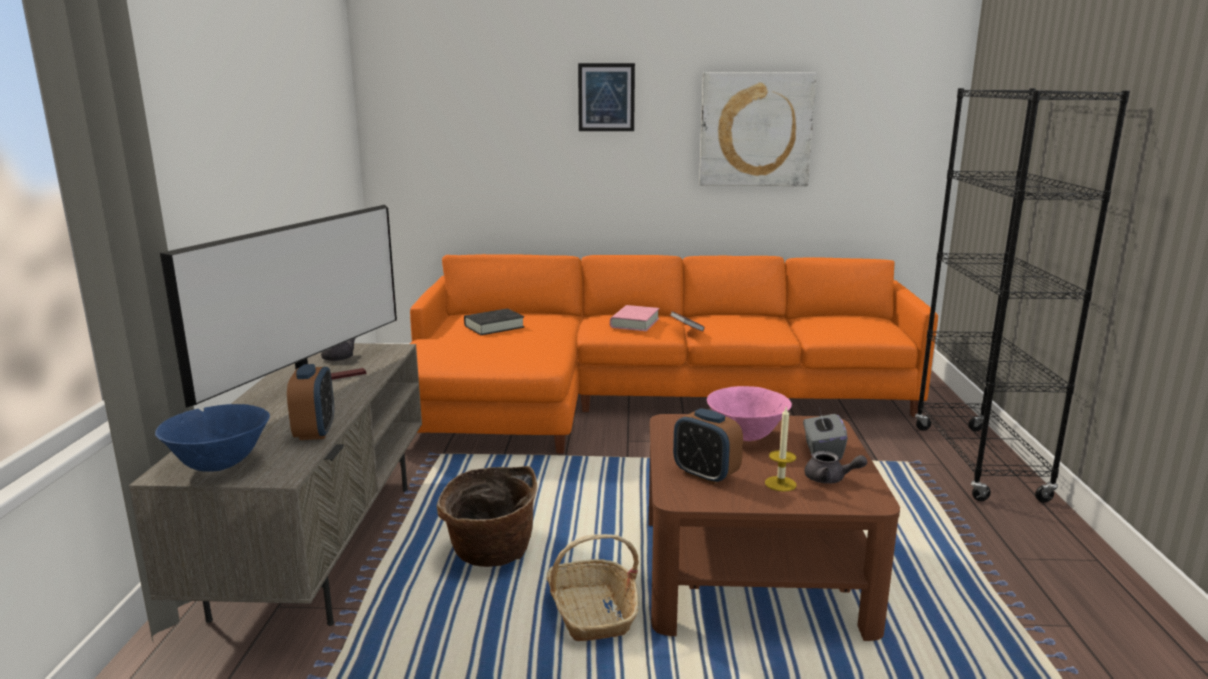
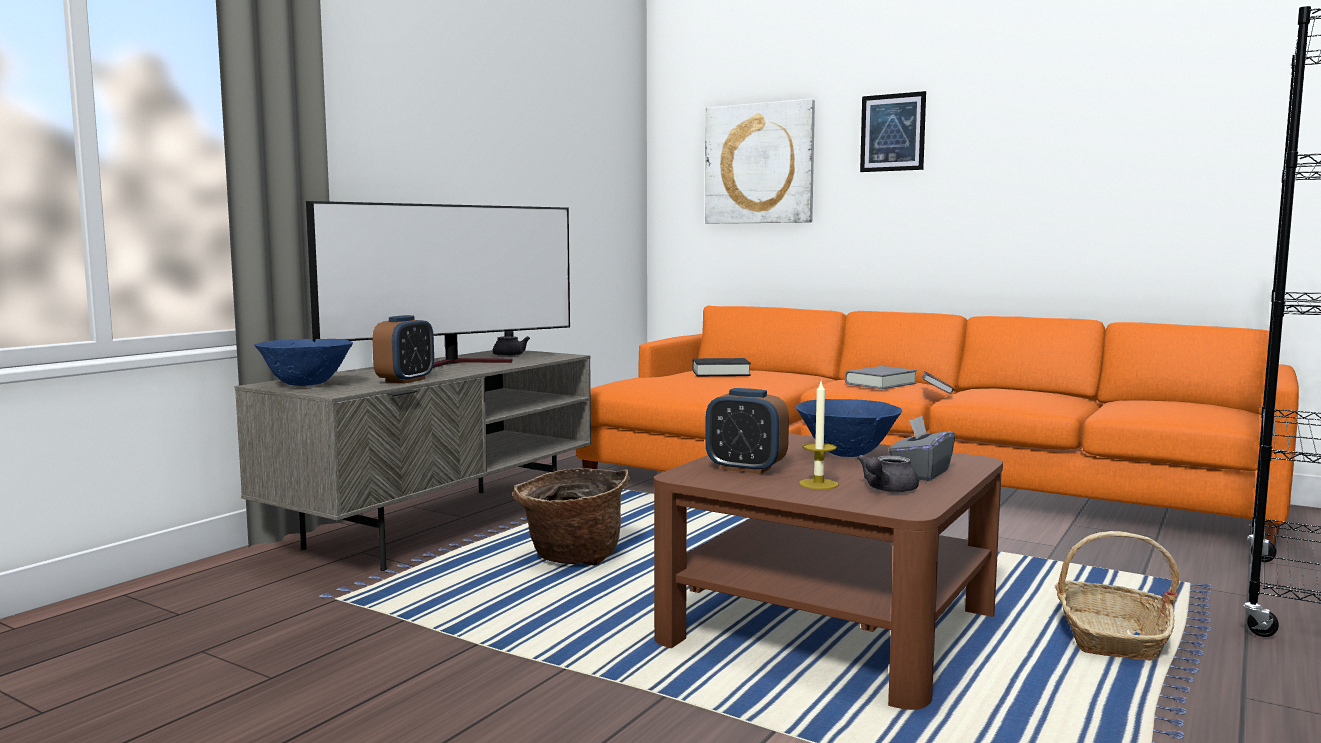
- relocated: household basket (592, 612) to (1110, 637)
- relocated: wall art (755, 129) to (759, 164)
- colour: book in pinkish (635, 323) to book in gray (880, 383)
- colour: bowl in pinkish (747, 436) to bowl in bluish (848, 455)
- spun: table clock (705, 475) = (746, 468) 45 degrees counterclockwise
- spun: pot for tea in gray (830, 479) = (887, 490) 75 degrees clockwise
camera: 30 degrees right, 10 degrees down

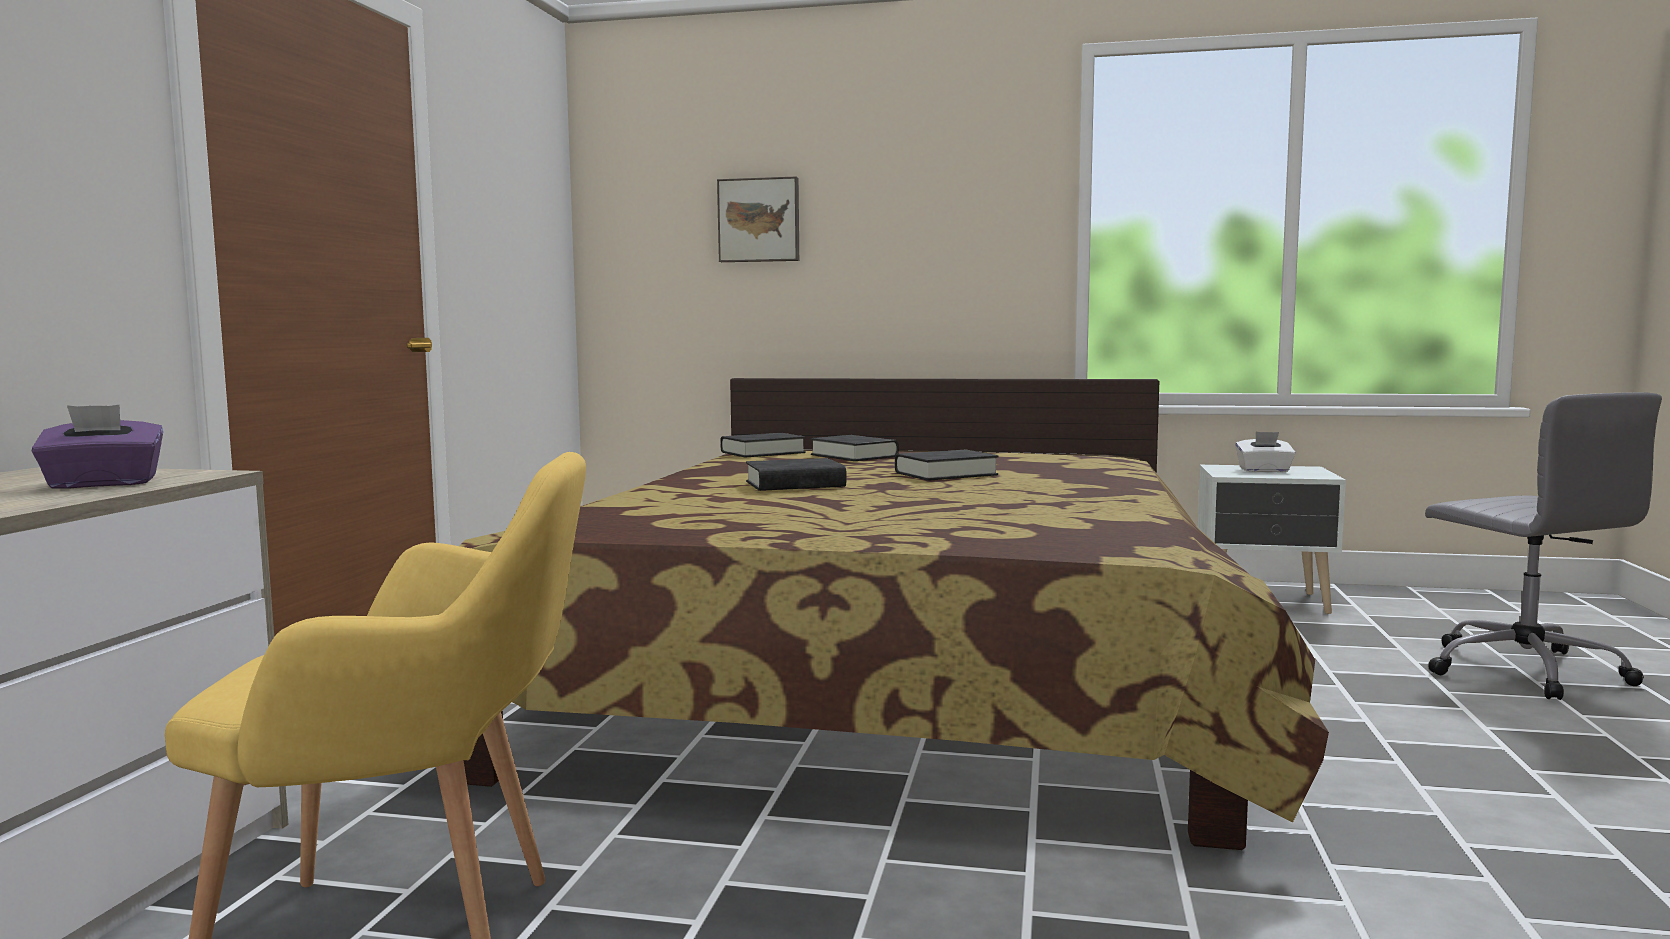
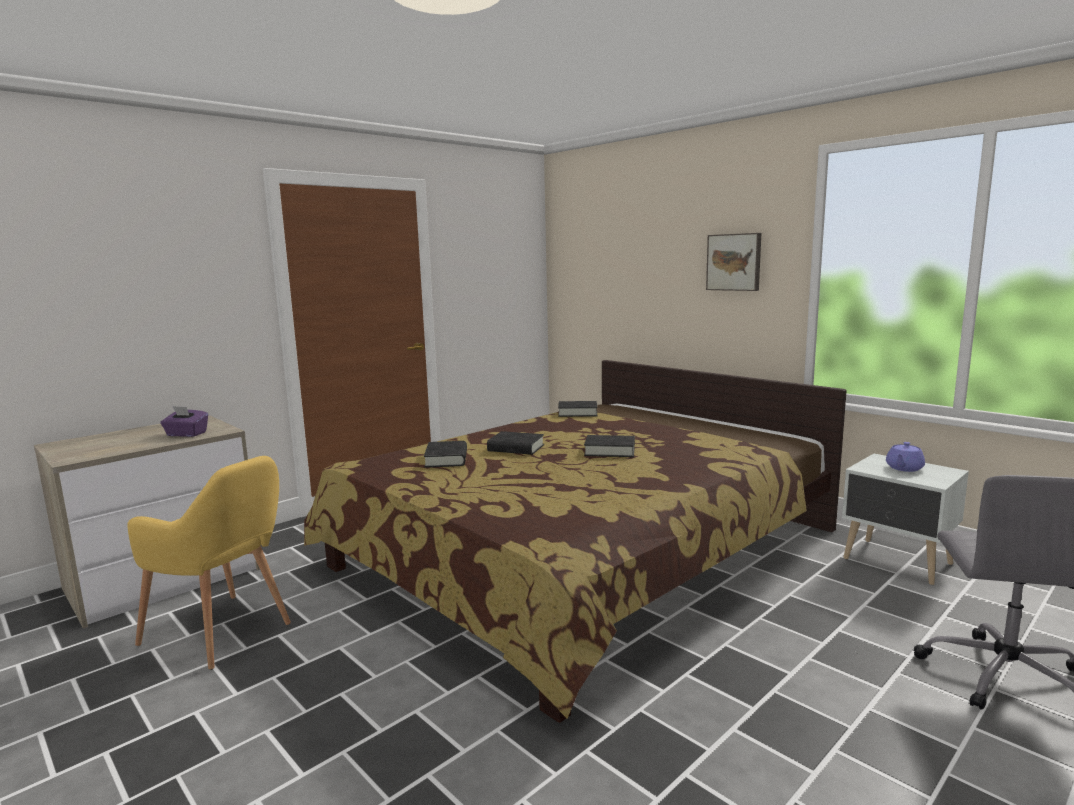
- relocated: wall art (759, 220) to (734, 262)
- relocated: book in black-coloured (854, 456) to (446, 459)
- exchanged: box of tissues in whitish (1264, 470) to pot for tea in purplish (904, 468)
camera: 35 degrees right, 5 degrees up

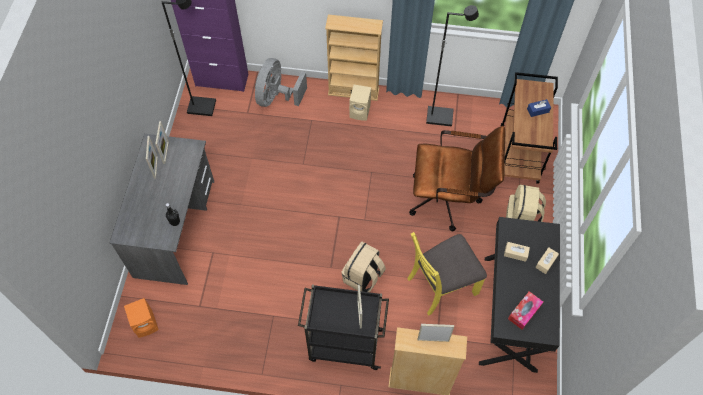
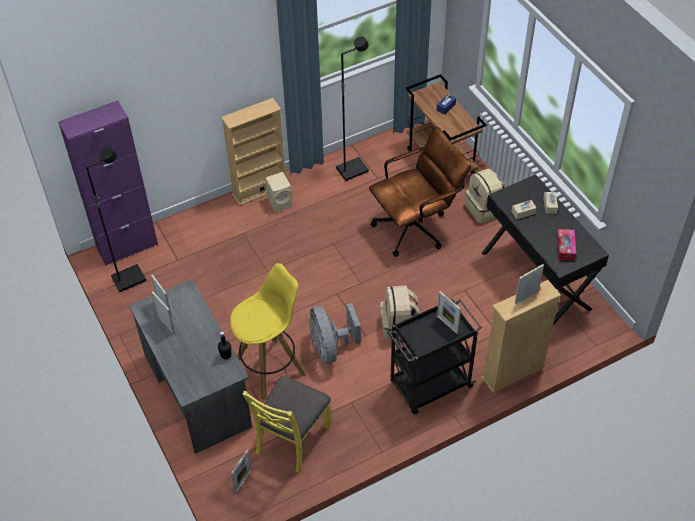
- appeared: stool in yellow-coloured (270, 367)
- relocated: cooling fan in gray (277, 97) to (330, 347)
- relocated: plain chair in yellow-coloured (441, 285) to (292, 438)
- exchanged: loudspeaker in orangey (146, 324) to photo frame (243, 481)
camera: 35 degrees left, 10 degrees down

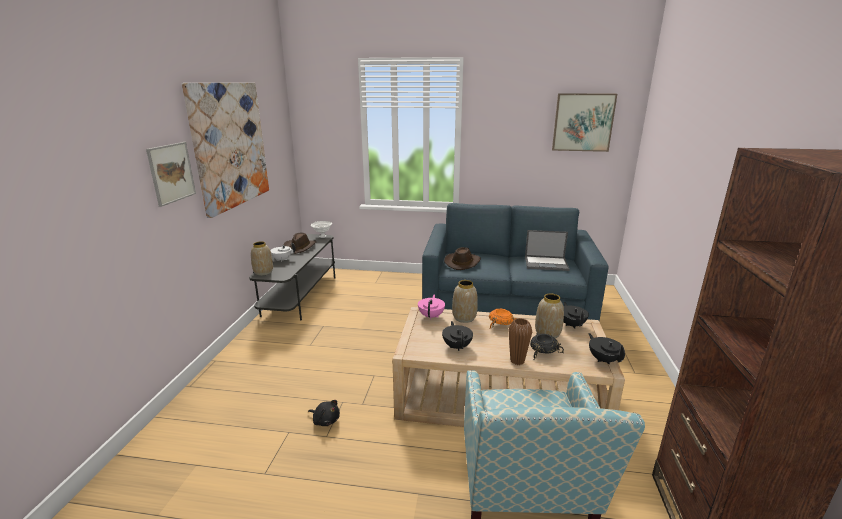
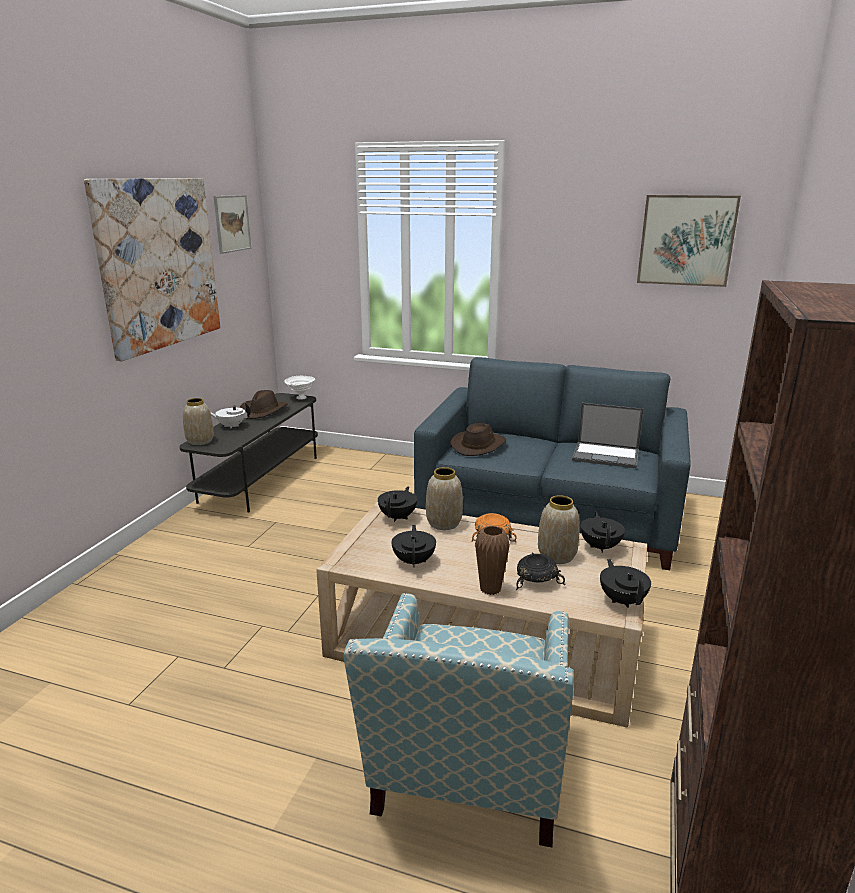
- missing: cuddly toy in black-coloured (325, 420)
- relocated: wall art (171, 173) to (232, 223)
- colour: pot for tea in pinkish (431, 316) to pot for tea in black-coloured (398, 517)
camera: 10 degrees right, 0 degrees up

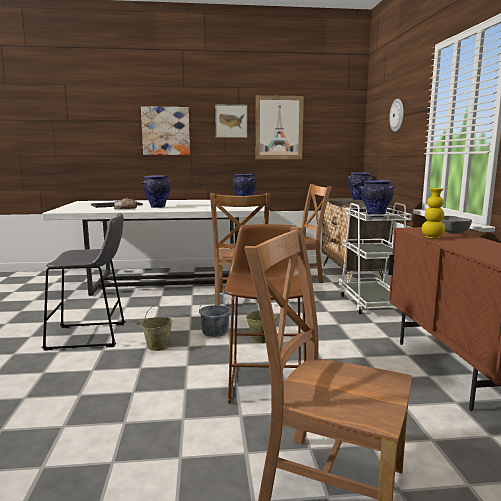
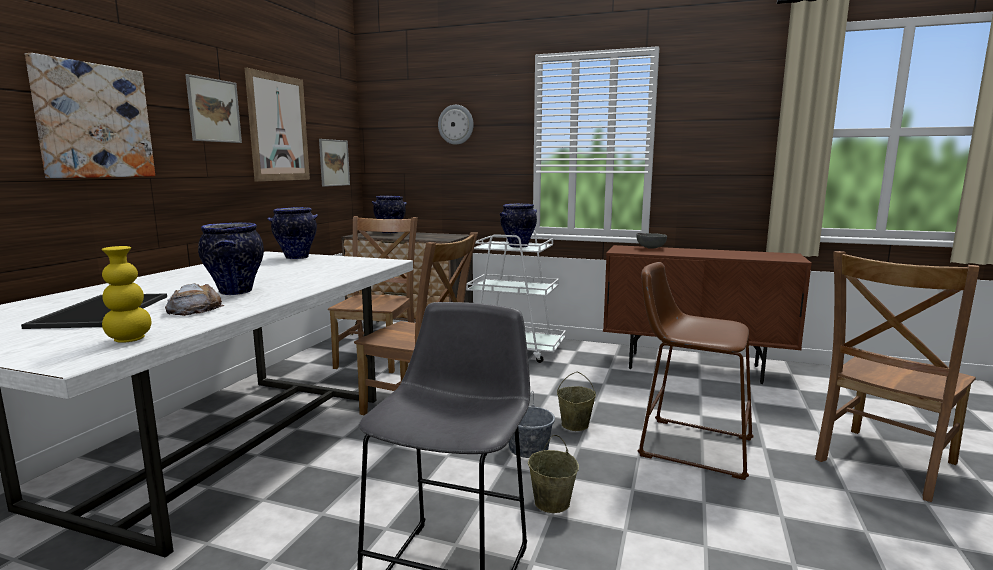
- appeared: wall art (334, 162)
- relocated: decorative vase in yellow-coloured (432, 237) to (129, 339)
camera: 65 degrees left, 0 degrees up

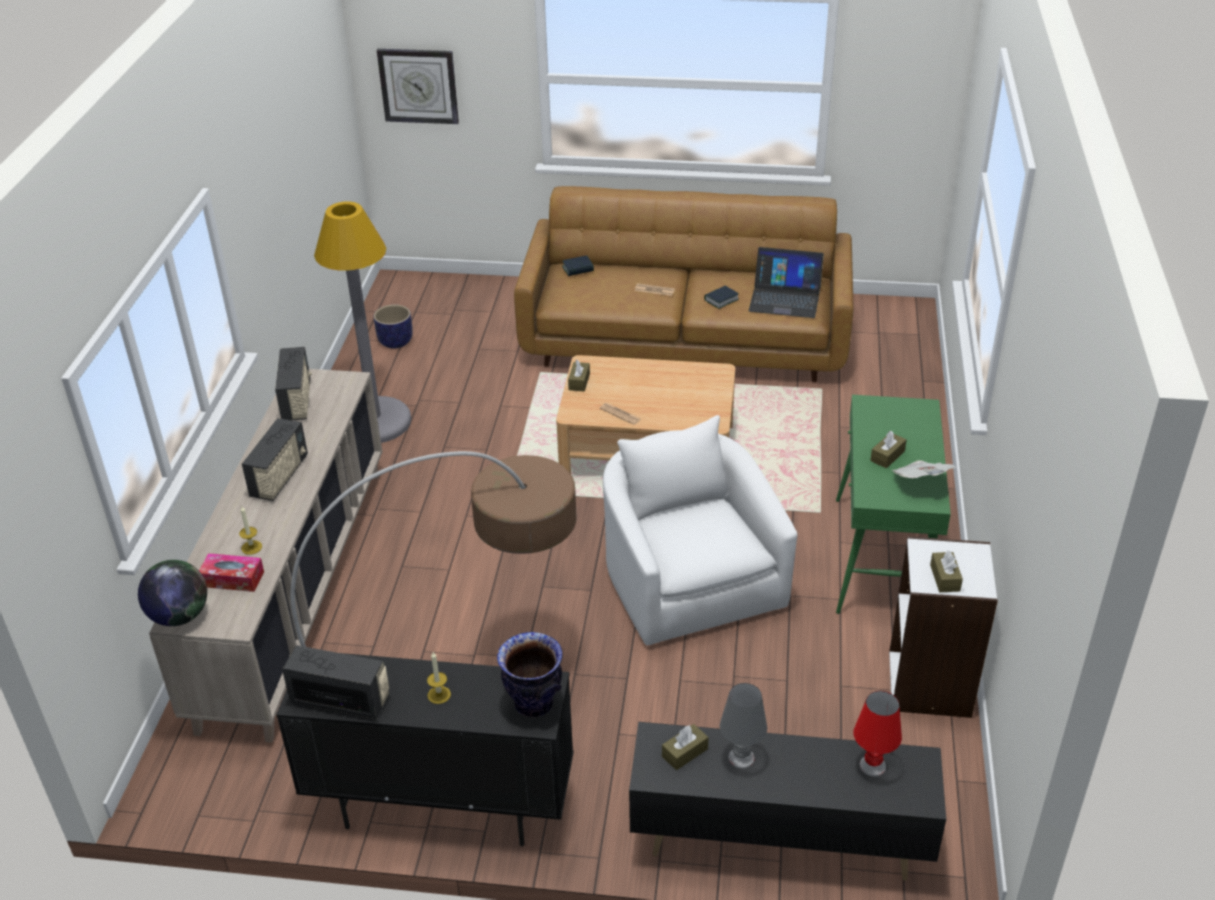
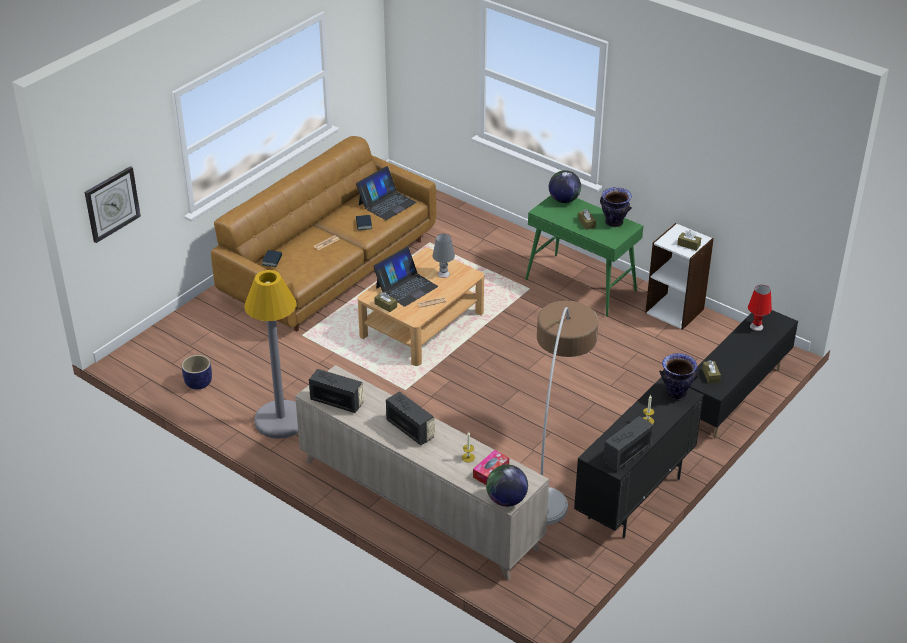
- missing: easy chair in whitish (689, 580)
- appeared: laptop (406, 287)
- appeared: world globe (564, 200)
- relocated: lamp for a table in gray (741, 758) to (443, 274)
- exchanged: newspaper (921, 481) to decorative vase (614, 223)
camera: 60 degrees left, 0 degrees up

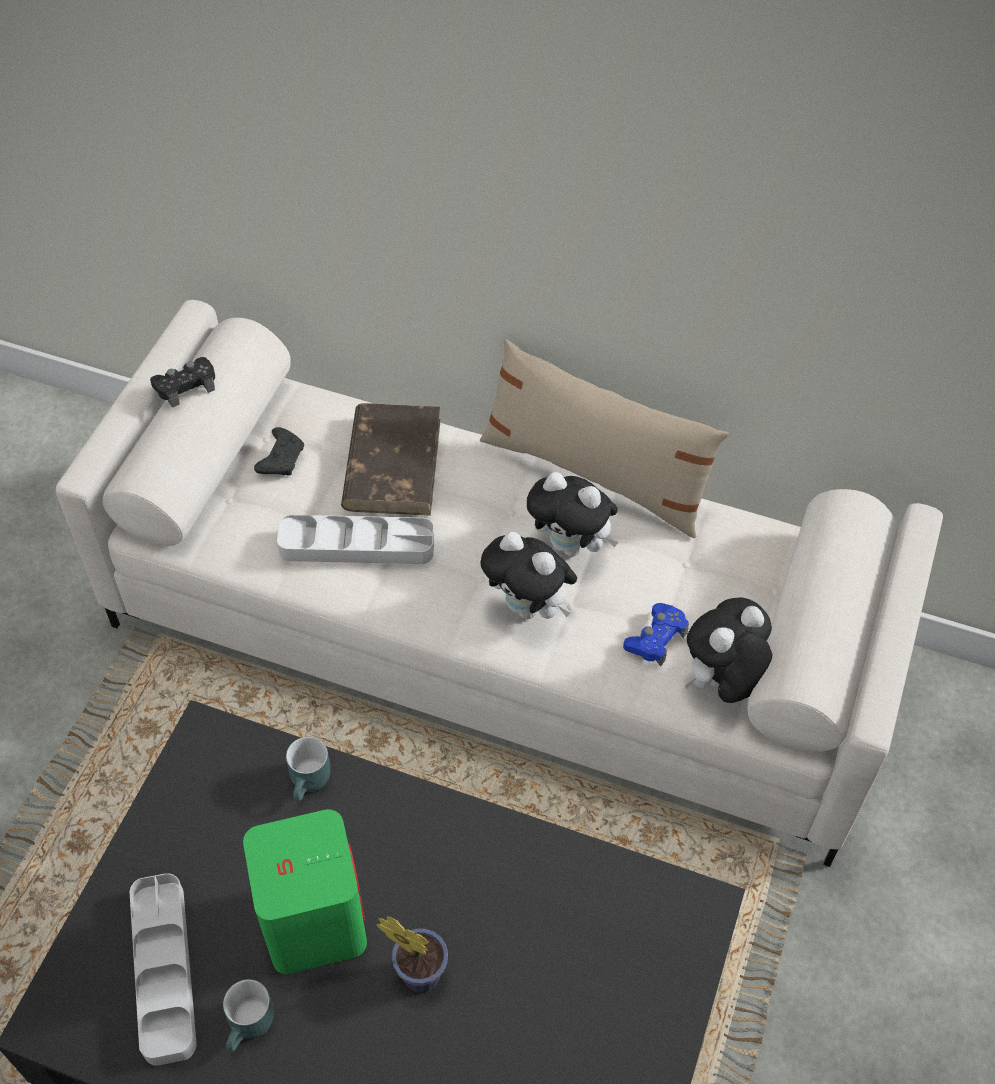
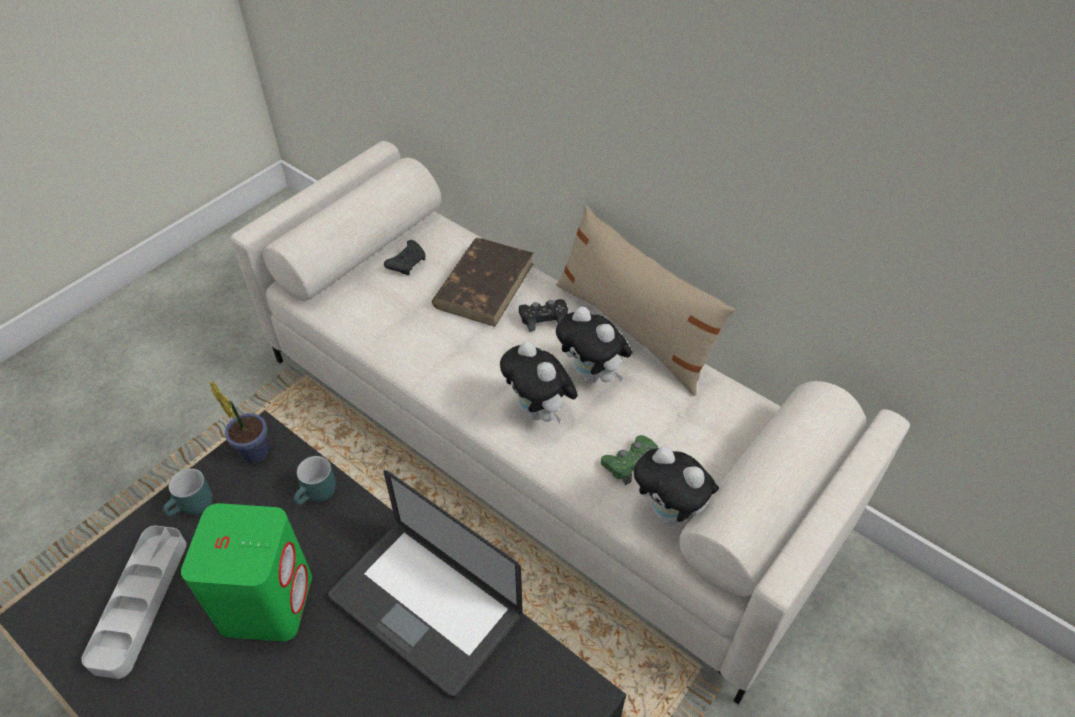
- missing: carrying tray in gray (357, 545)
- appeared: laptop (425, 607)
- relocated: joypad in black-coloured (186, 386) to (543, 318)
- relocated: tea mug in turquoise-coloured (251, 1027) to (194, 507)
- relocated: houseplant (416, 972) to (253, 450)
- colour: joypad in bluish (656, 638) to joypad in green-coloured (630, 463)
- spun: cuddly toy (722, 683) = (671, 514) 120 degrees counterclockwise
camera: 20 degrees right, 5 degrees down

